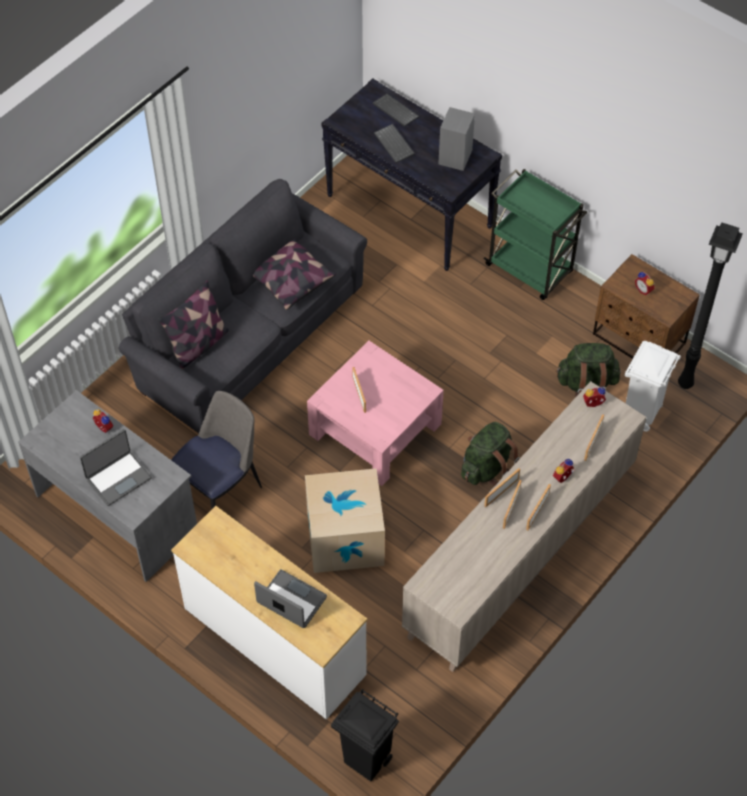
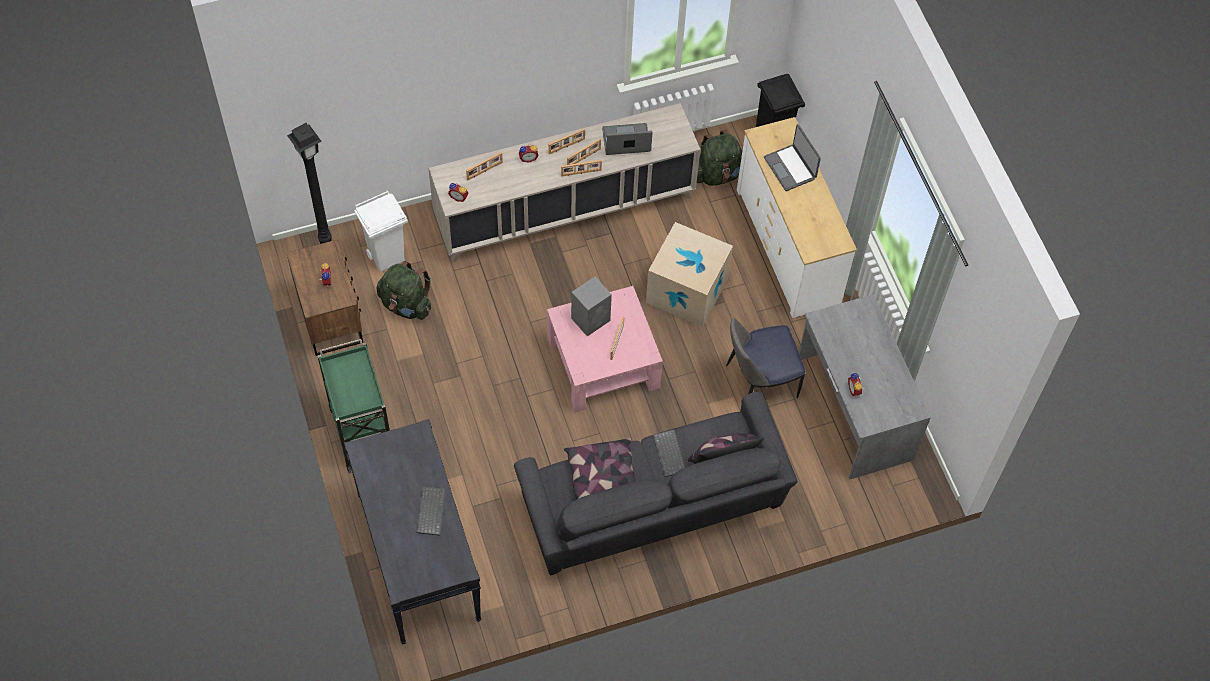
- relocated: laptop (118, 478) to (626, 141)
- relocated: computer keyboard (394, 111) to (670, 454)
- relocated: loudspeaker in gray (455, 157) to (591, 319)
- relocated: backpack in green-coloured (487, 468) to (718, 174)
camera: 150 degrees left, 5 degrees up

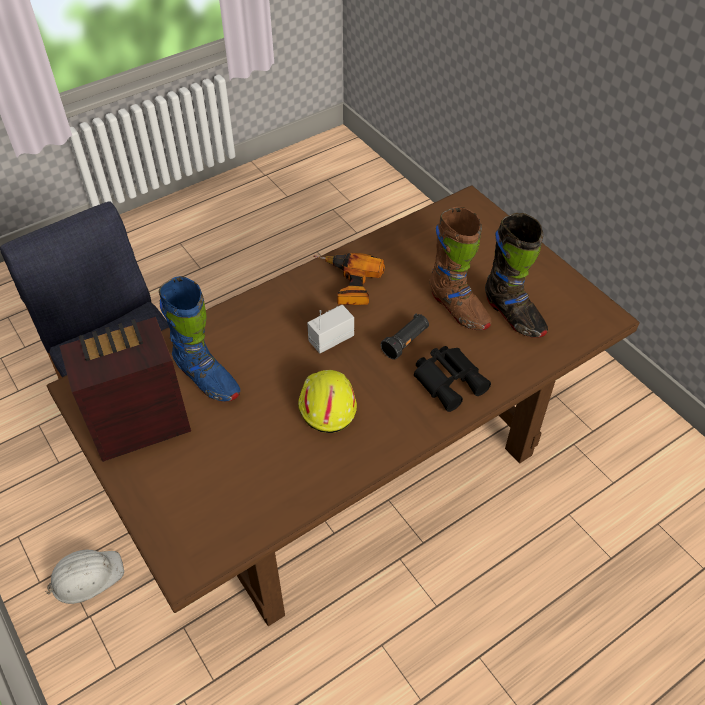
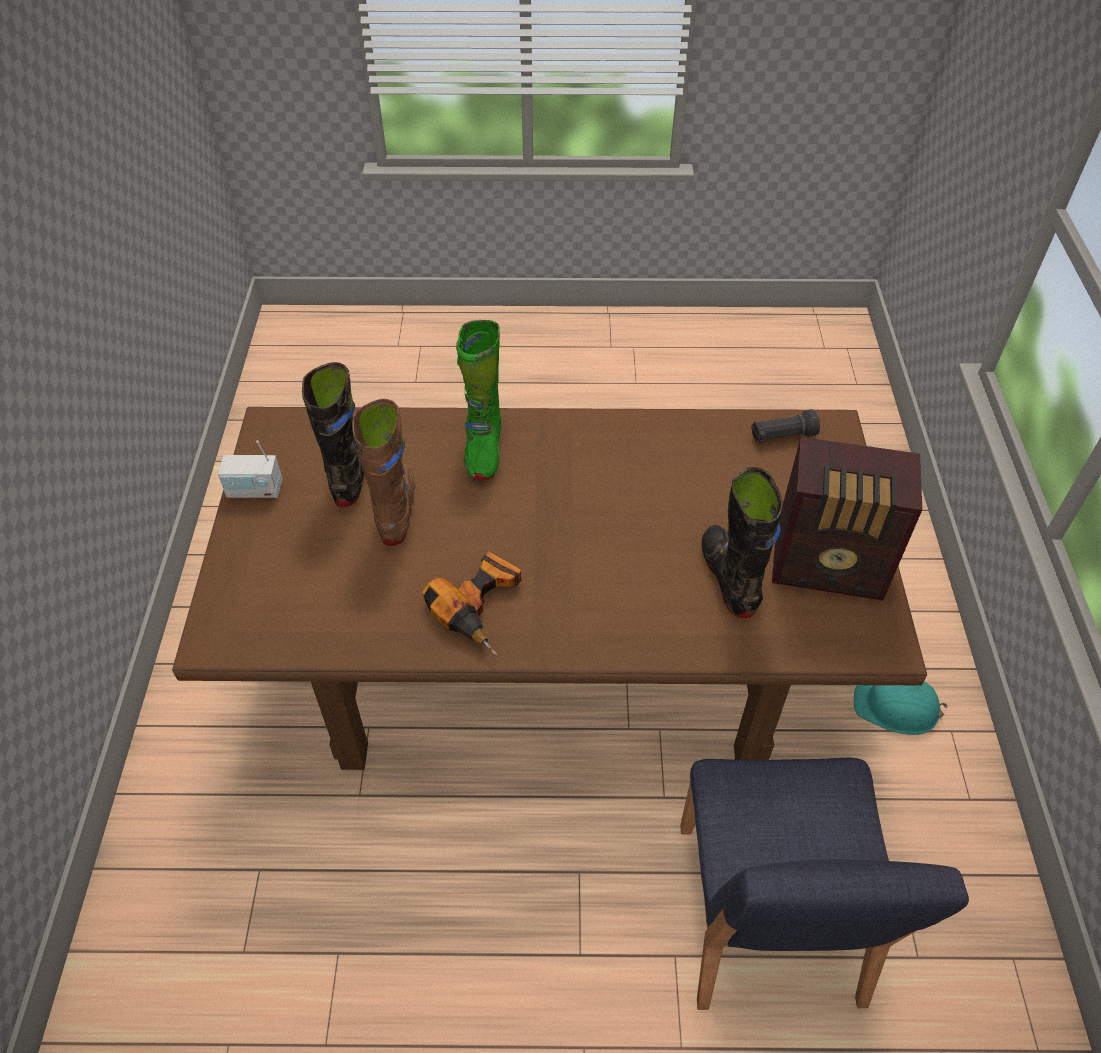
- missing: hard hat in yellow-coloured (326, 404)
- relocated: radio set (330, 339) to (255, 490)
- relocated: flashlight in black-coloured (405, 342) to (782, 436)
- exchanged: field glasses in black-coloured (449, 380) to boot in green-coloured (483, 449)
- colour: hard hat in whitish (86, 576) to hard hat in turquoise-coloured (897, 708)
- colour: boot in bluish (207, 379) to boot in black-coloured (729, 578)
camera: 145 degrees left, 0 degrees up

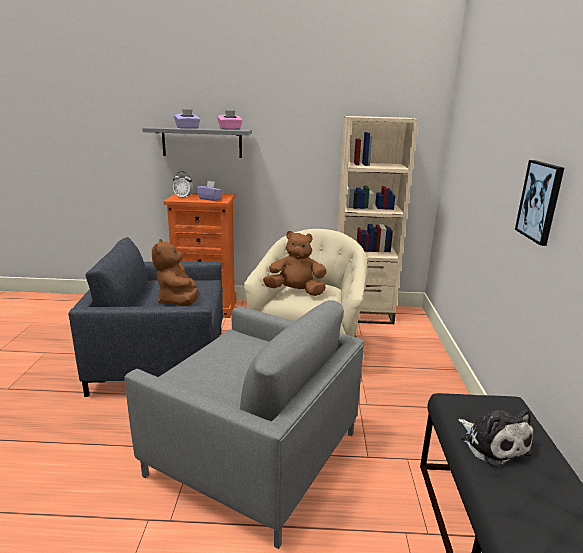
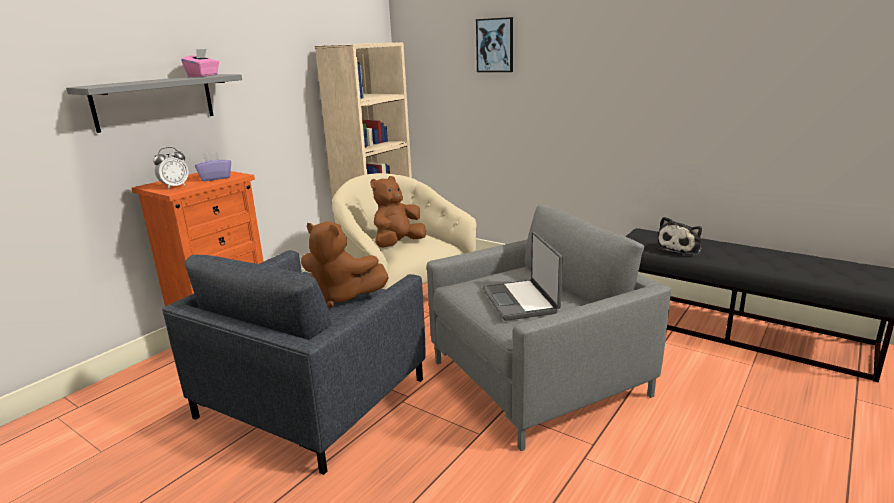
- missing: box of tissues in purplish (187, 128)
- appeared: laptop (521, 301)
- relocated: wall art (540, 201) to (495, 45)
- spun: cuddly toy (492, 443) = (680, 248) 120 degrees clockwise
camera: 55 degrees left, 0 degrees up

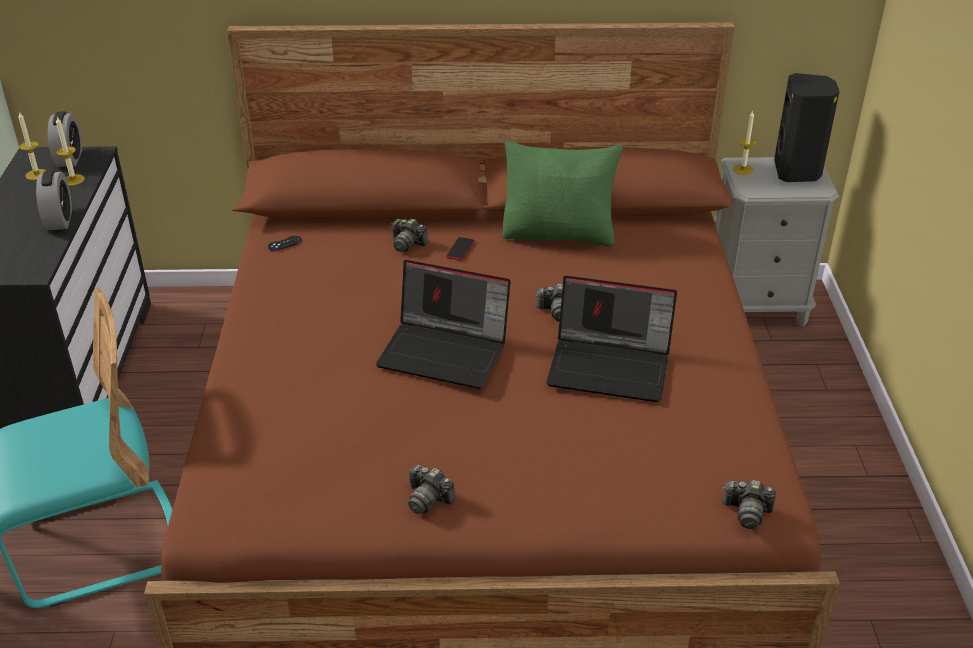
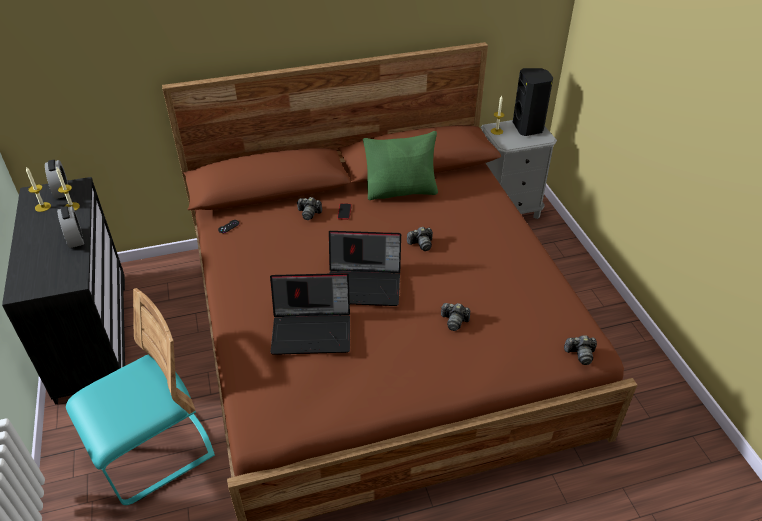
- relocated: still camera (428, 499) to (454, 321)
- relocated: laptop (611, 366) to (313, 330)
camera: 15 degrees left, 5 degrees up

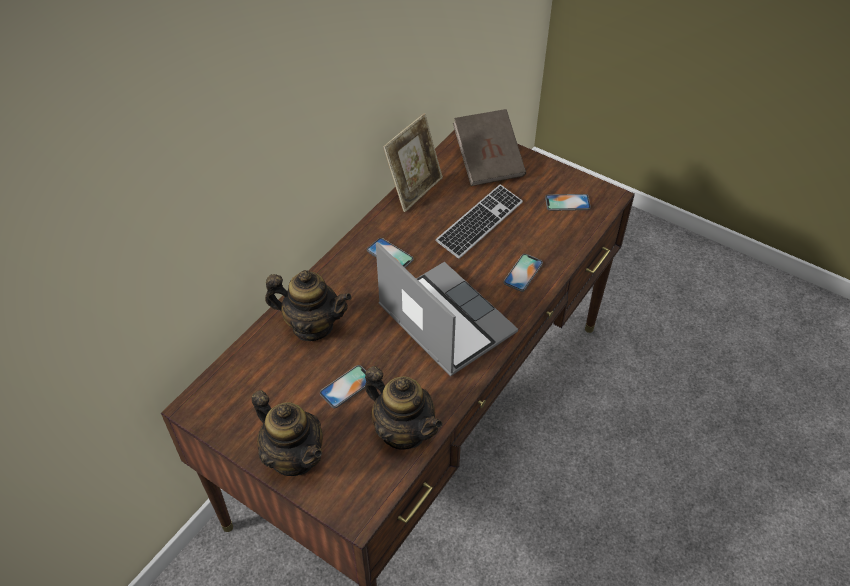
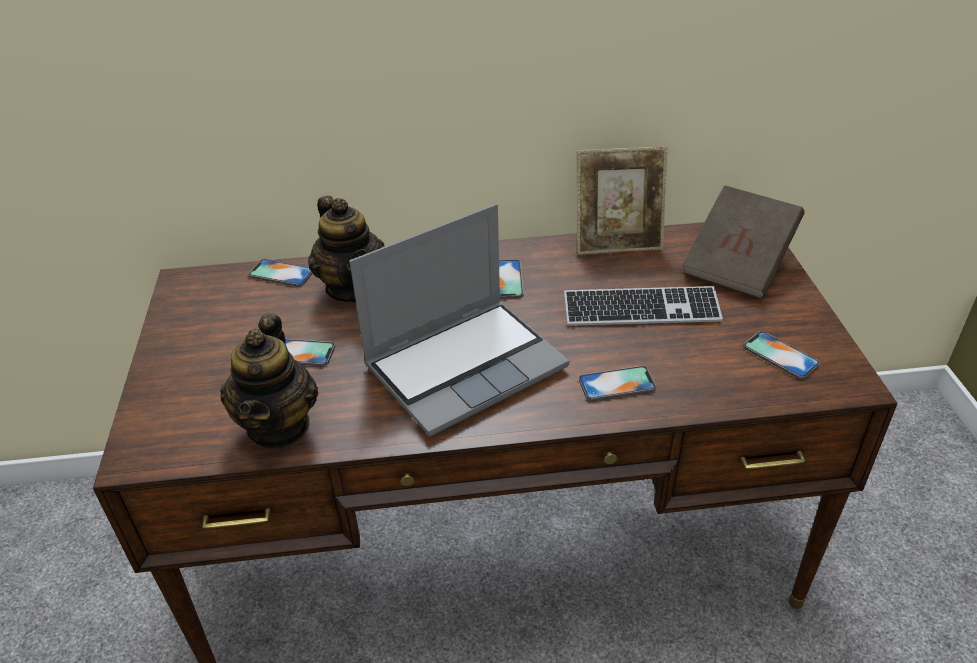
- missing: pot for tea (294, 456)
- appeared: phone (281, 273)
- spun: laptop (443, 320) = (466, 365) 45 degrees clockwise
camera: 50 degrees right, 10 degrees down

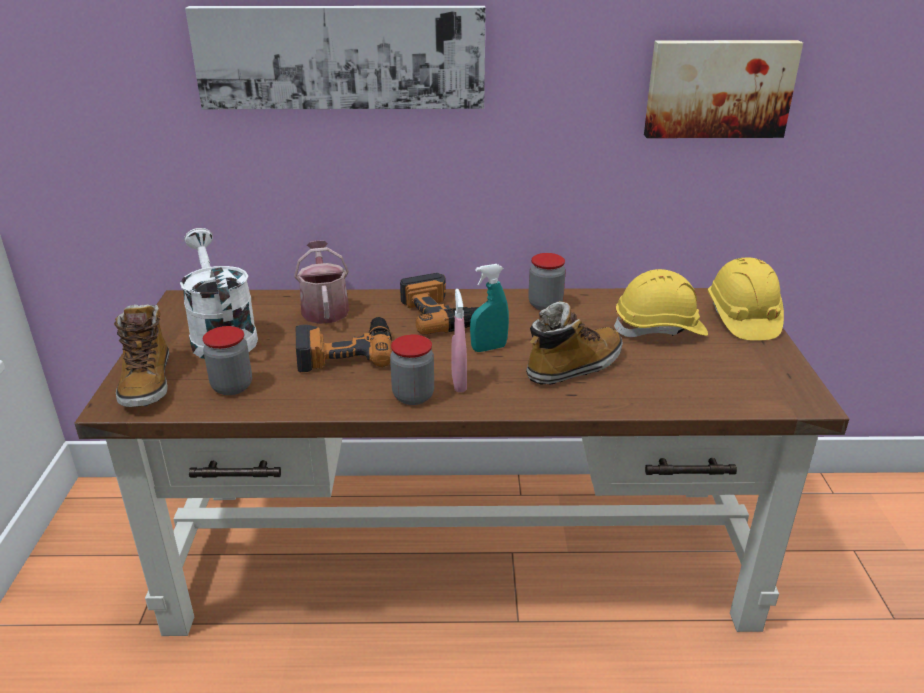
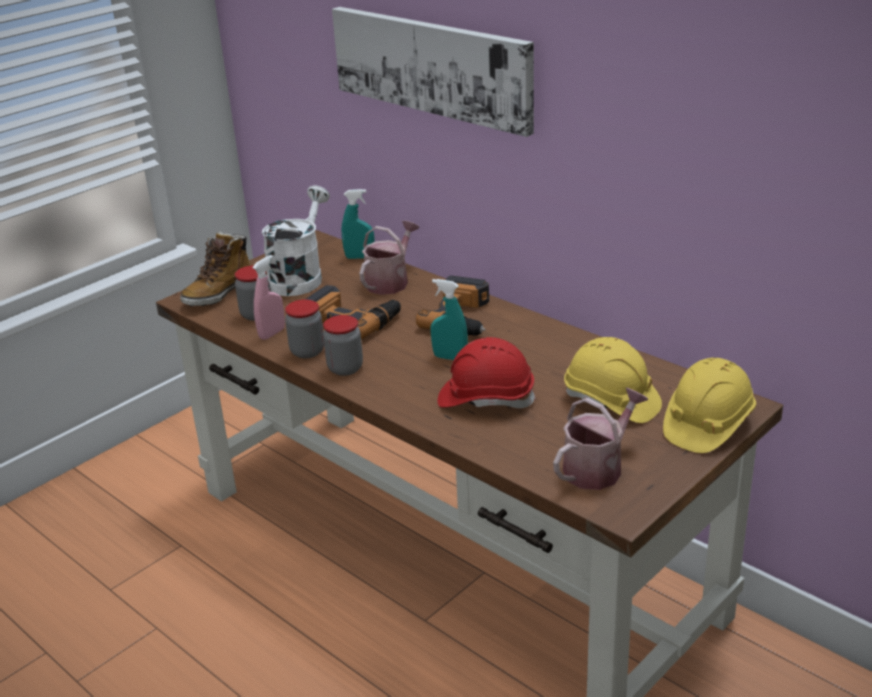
- missing: wall art (718, 88)
- appeared: sprayer in turquoise-coloured (360, 257)
- appeared: watering can (598, 467)
- relocated: sprayer in pinkish (459, 383) to (272, 334)
- relocated: preserve jar (545, 305) to (307, 351)
- exchanged: boot (574, 367) to hard hat in reddish (486, 398)
camera: 45 degrees right, 0 degrees up

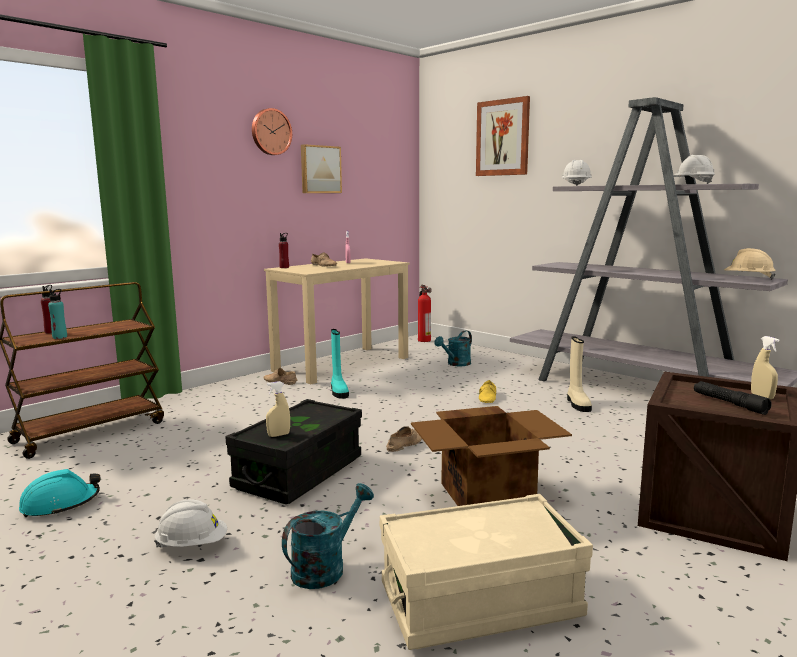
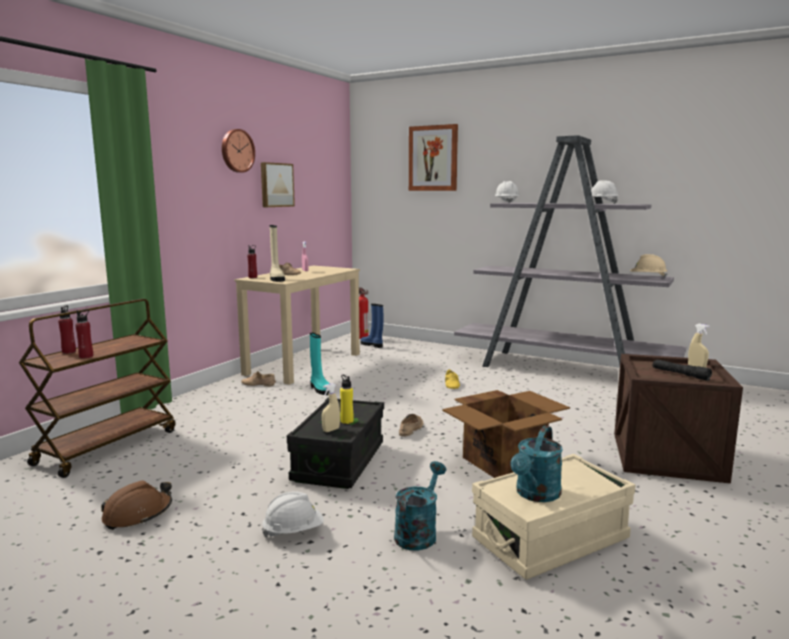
- appeared: beverage bottle in yellow-coloured (347, 421)
- appeared: boot in bluish (372, 345)
- relocated: watering can in turquoise-coloured (456, 364) to (535, 495)
- relocated: boot in sand-coloured (577, 404) to (276, 279)
- colour: hard hat in turquoise-coloured (60, 504) to hard hat in brown (137, 514)
- colour: beverage bottle in turquoise-coloured (60, 337) to beverage bottle in reddish (86, 356)
camera: 15 degrees left, 0 degrees up

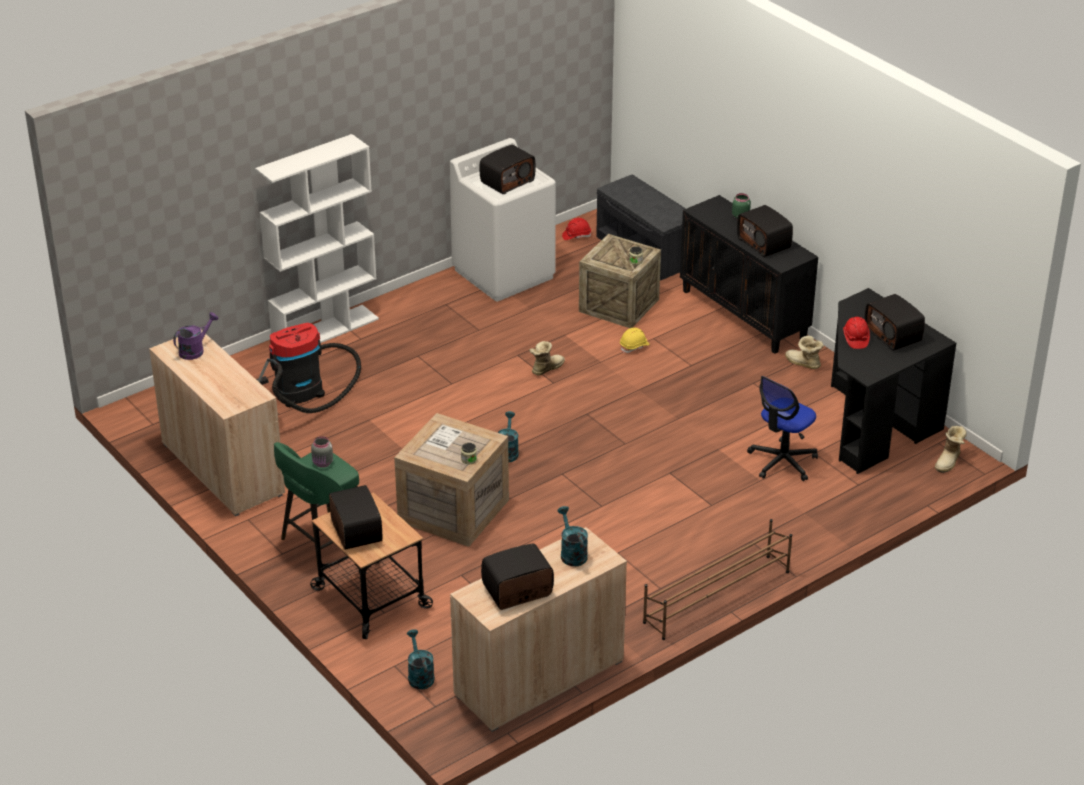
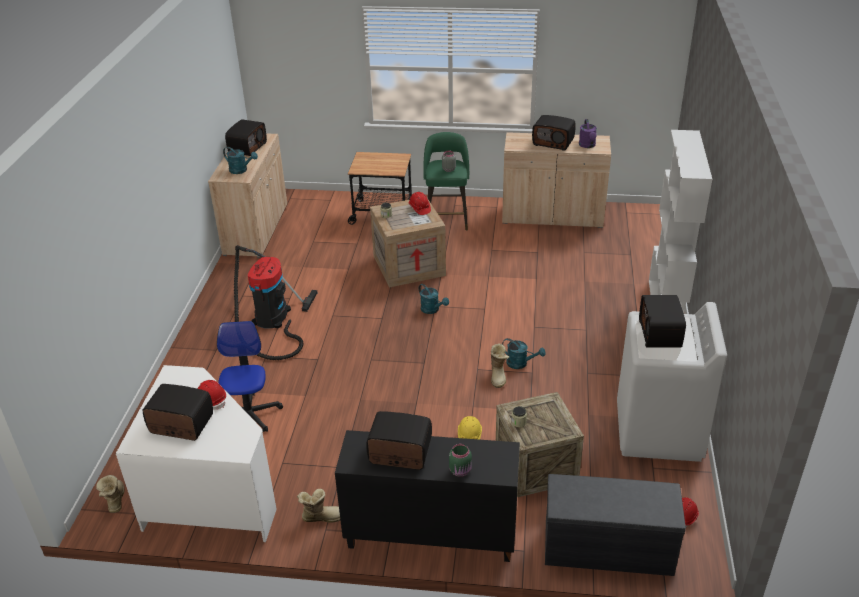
- missing: shoe rack in brown (716, 597)
- appeared: hard hat in reddish (419, 209)
- relocated: vacuum cleaner (303, 390) to (271, 320)
- relocated: radio set (355, 531) to (553, 142)
- relocated: watering can in turquoise-coloured (419, 675) to (520, 364)
- colour: desk table in black-coloured (871, 422) to desk table in whitish (210, 495)
camera: 135 degrees right, 0 degrees up

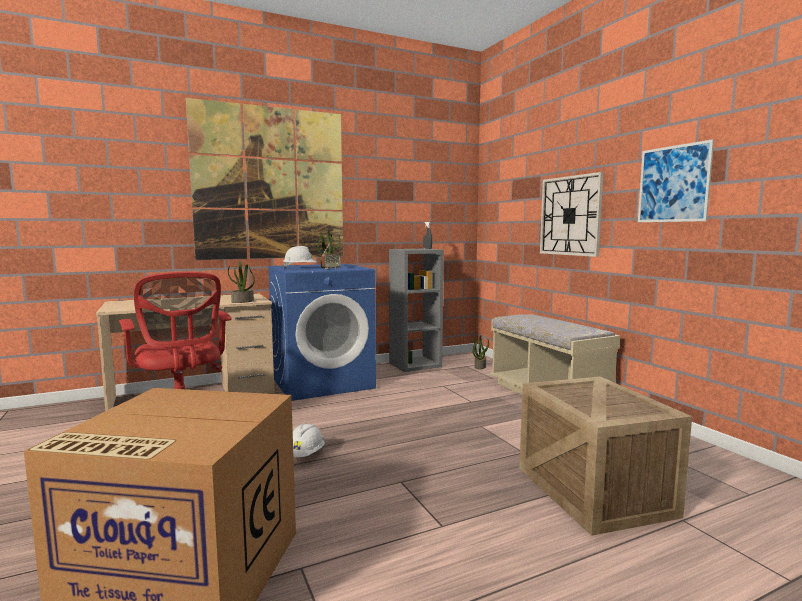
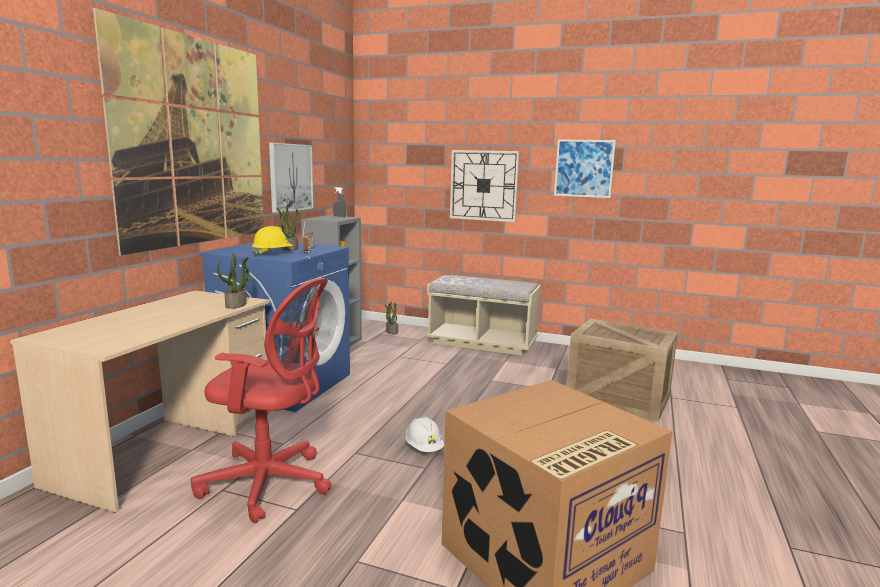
- appeared: wall art (290, 177)
- colour: hard hat in whitish (300, 268) to hard hat in yellow-coloured (272, 254)
camera: 45 degrees left, 5 degrees up

